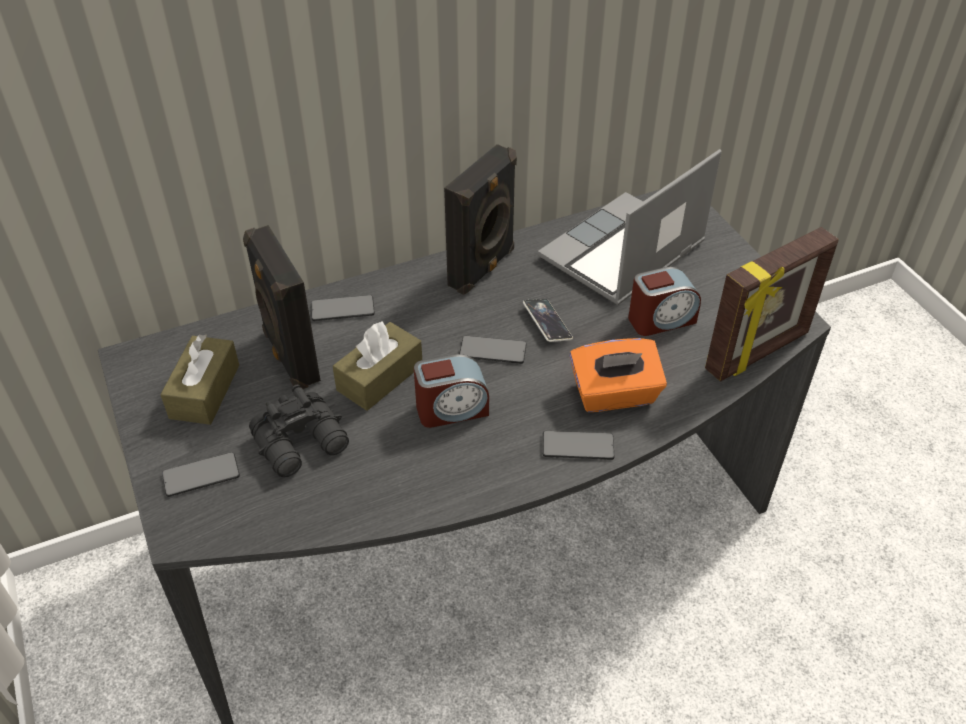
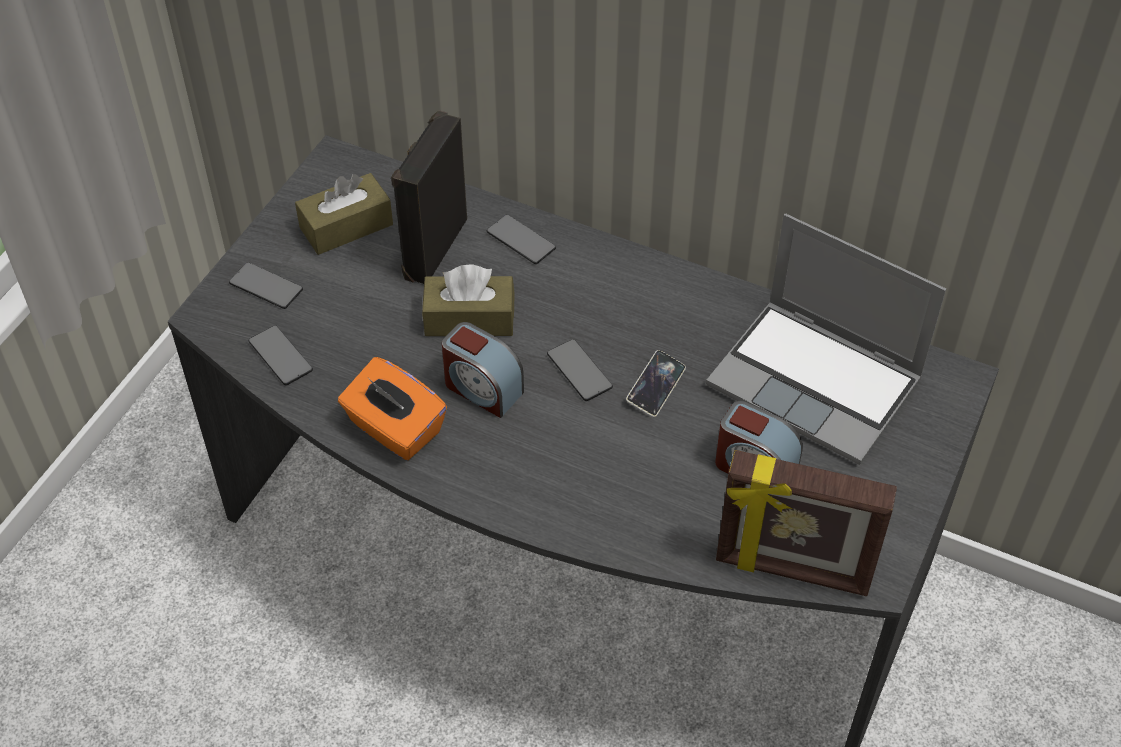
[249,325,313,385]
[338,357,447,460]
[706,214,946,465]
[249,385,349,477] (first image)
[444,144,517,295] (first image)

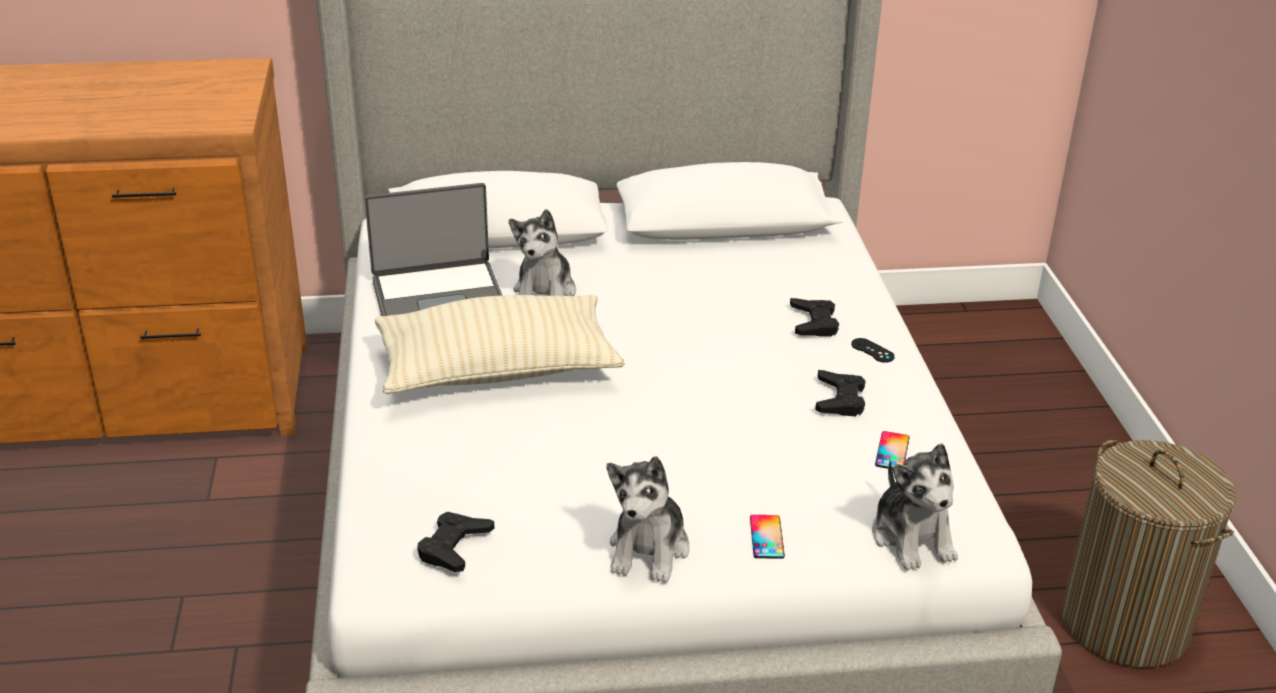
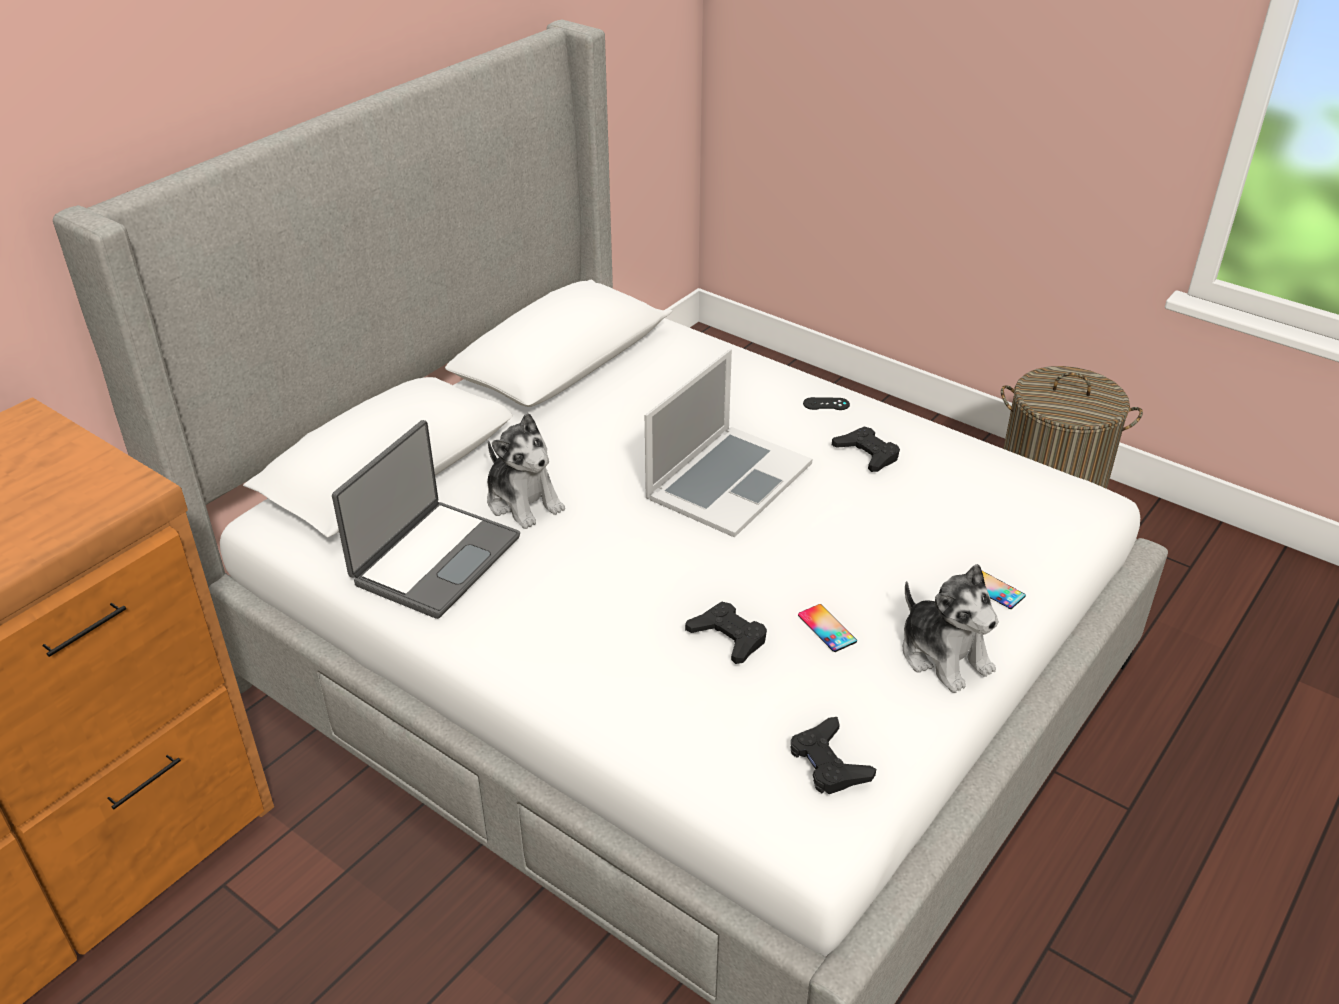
[645,349,812,538]
[685,602,767,664]
[798,604,857,652]
[375,294,625,394] (first image)
[872,443,958,571] (first image)

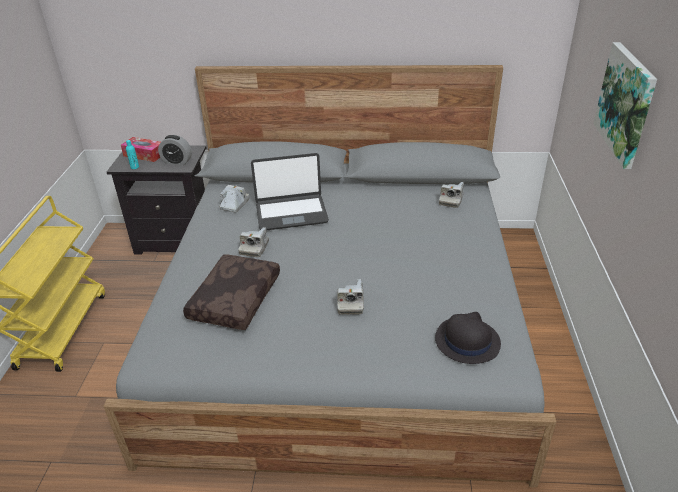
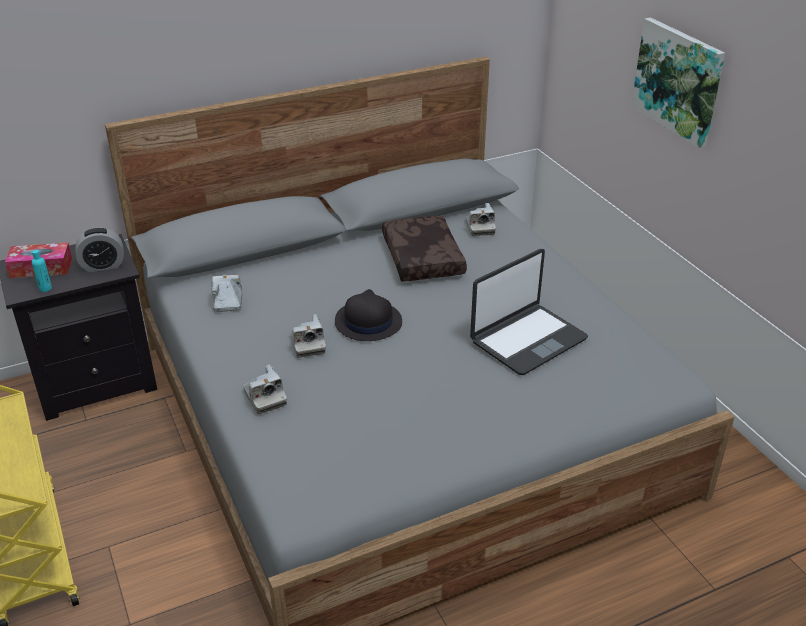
[243,365,287,414]
[335,289,402,341]
[382,216,467,281]
[470,249,588,375]

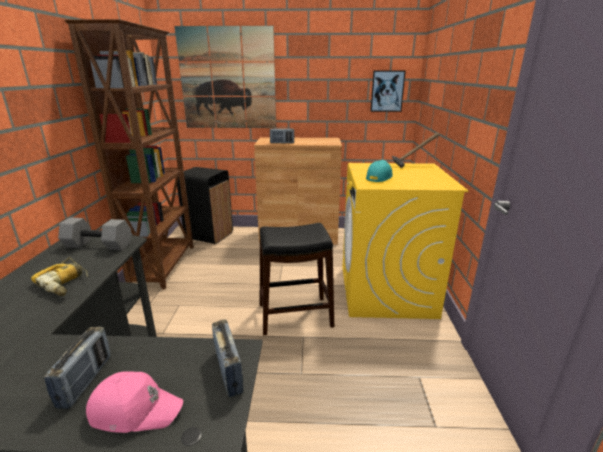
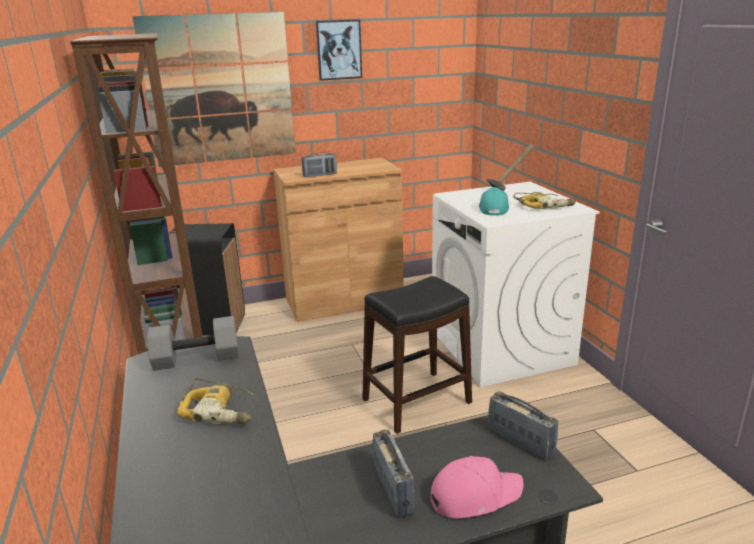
[316,20,362,81]
[432,182,600,387]
[513,192,576,209]

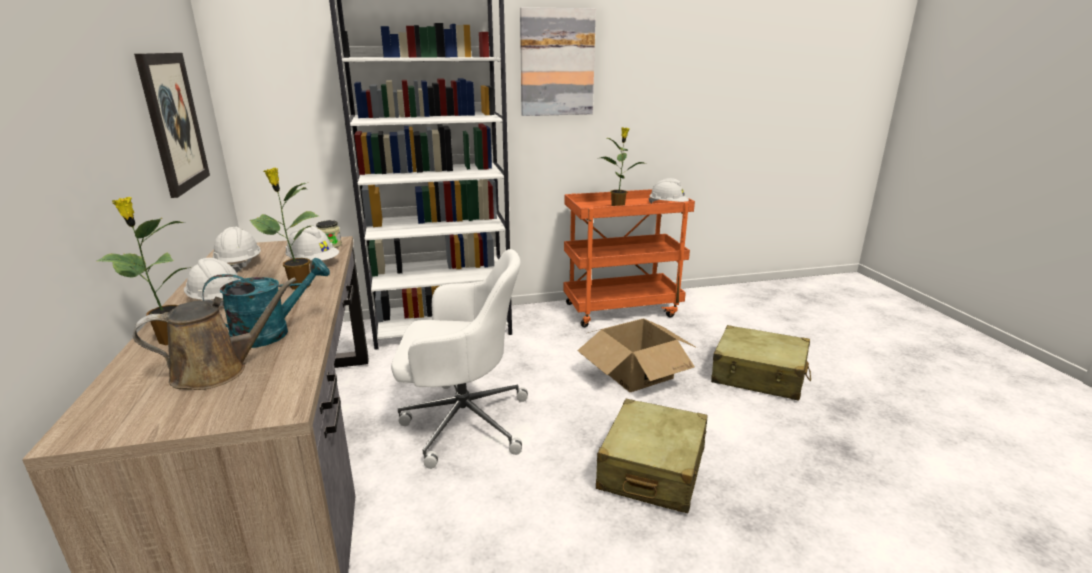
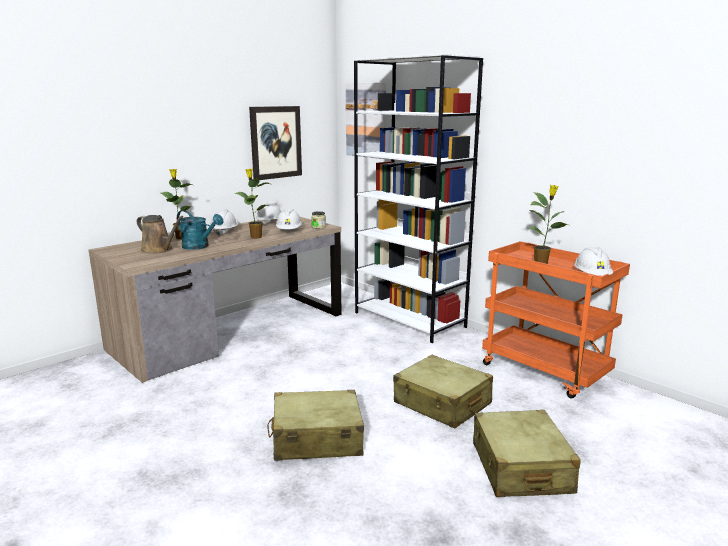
[346,83,386,159]
[393,355,493,429]
[391,249,528,469] (first image)

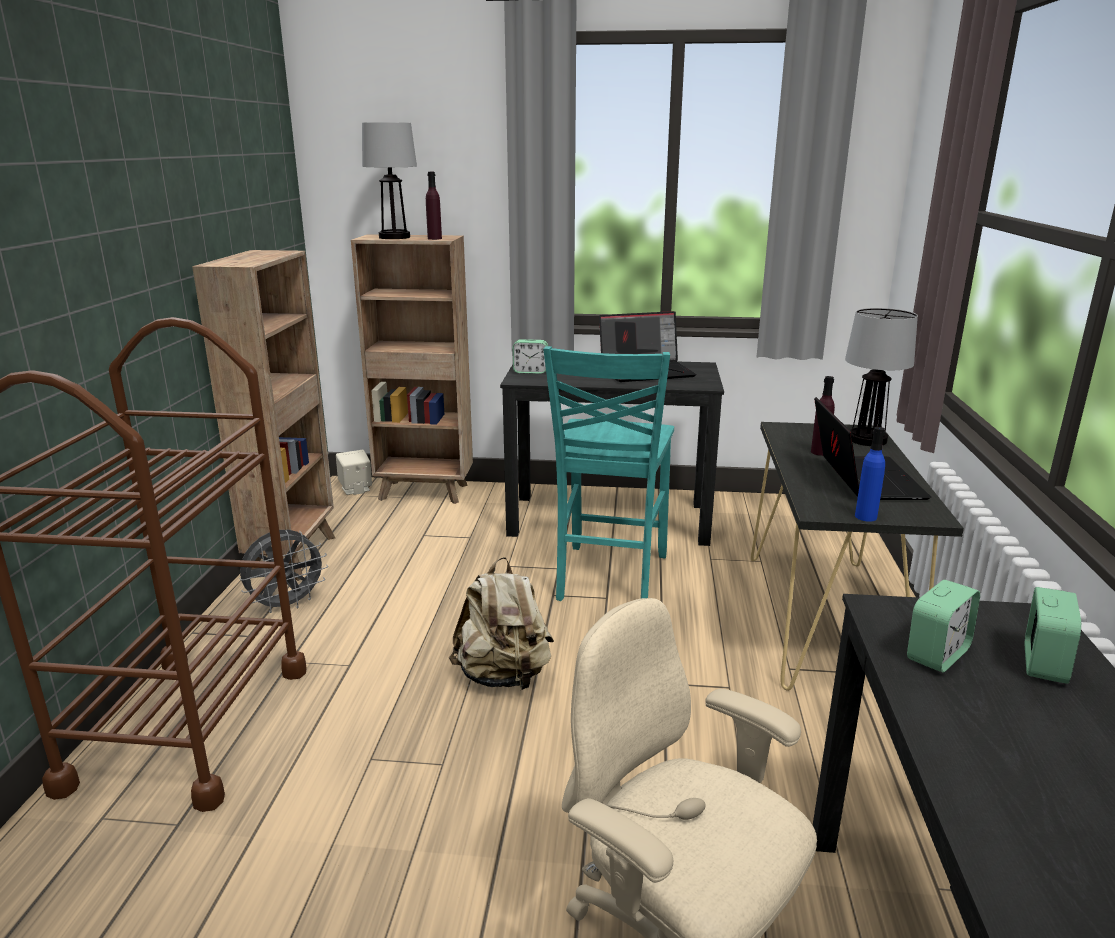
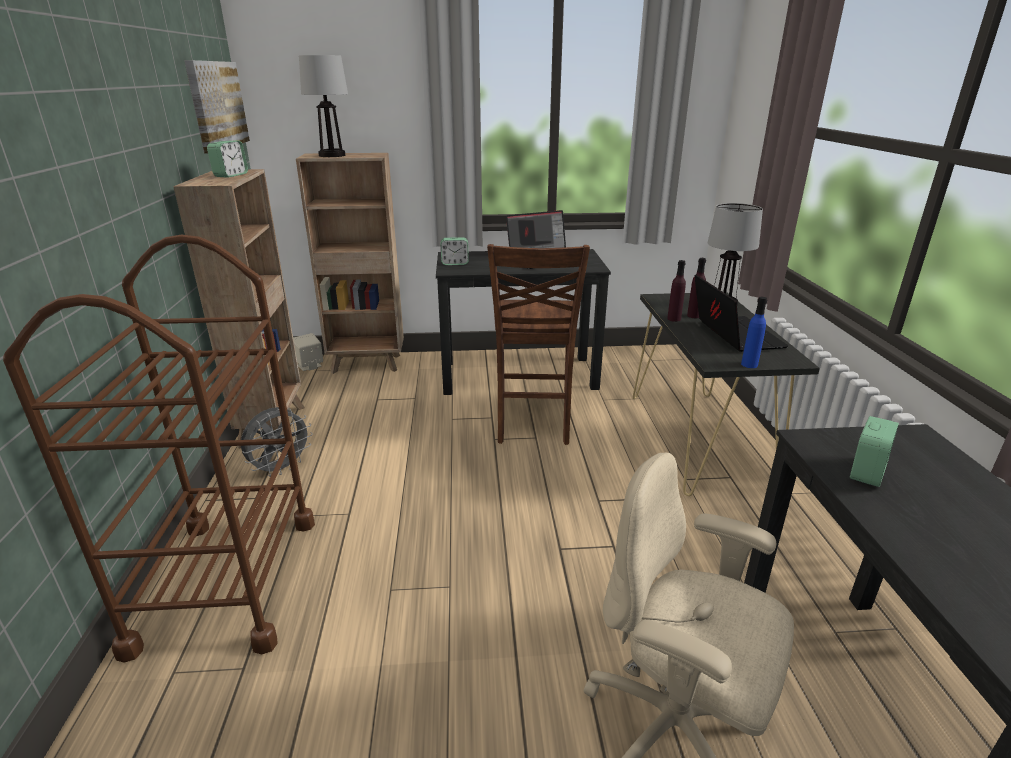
[184,60,250,154]
[207,141,248,178]
[487,244,590,445]
[667,260,686,322]
[449,557,554,690] (first image)

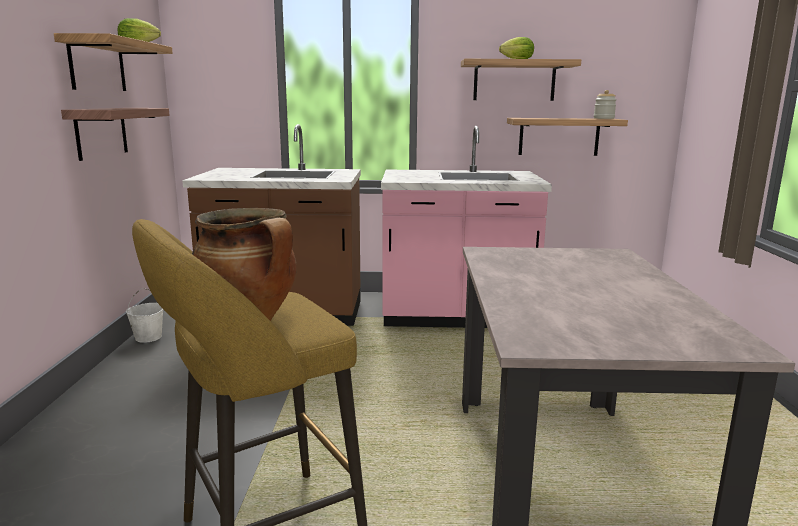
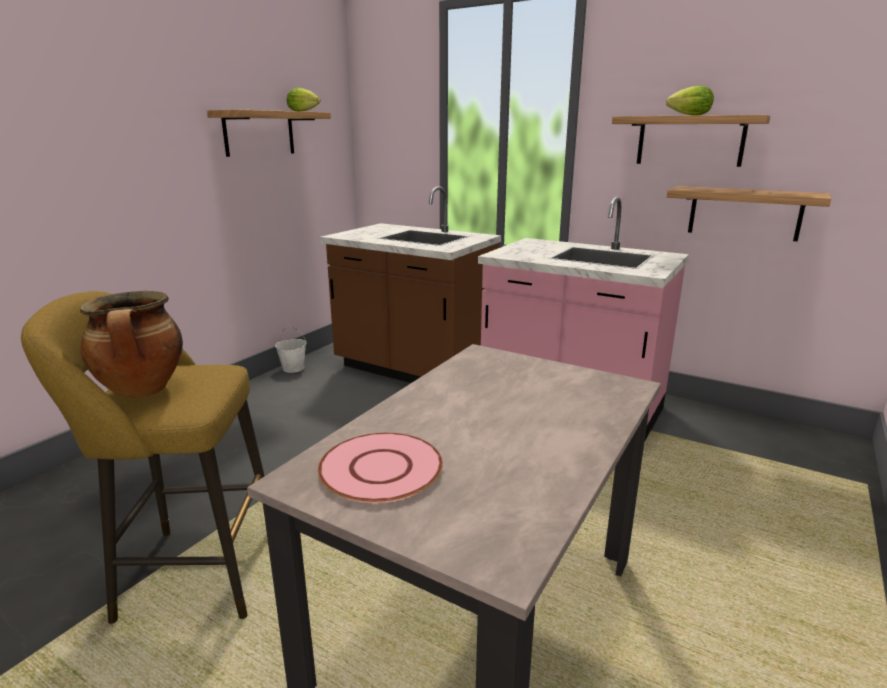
[318,433,443,503]
[61,108,170,161] (first image)
[594,90,617,119] (first image)

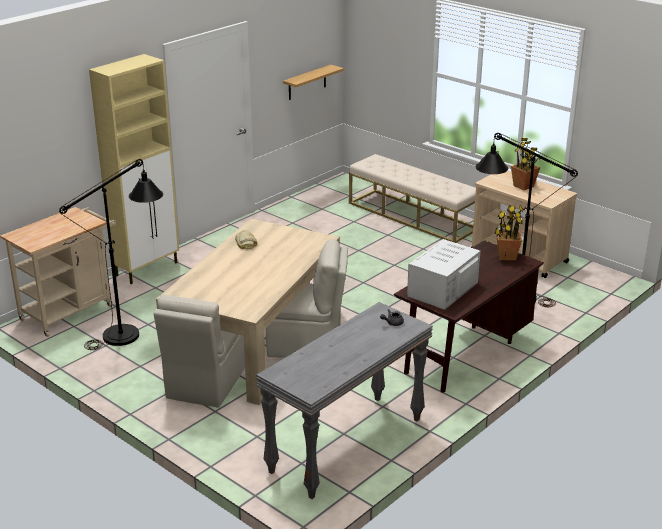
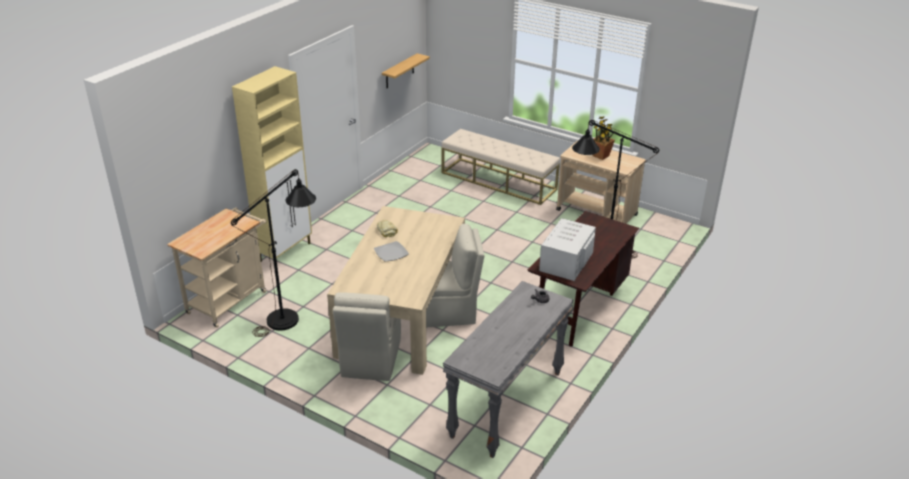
[374,241,409,262]
[494,205,524,261] (first image)

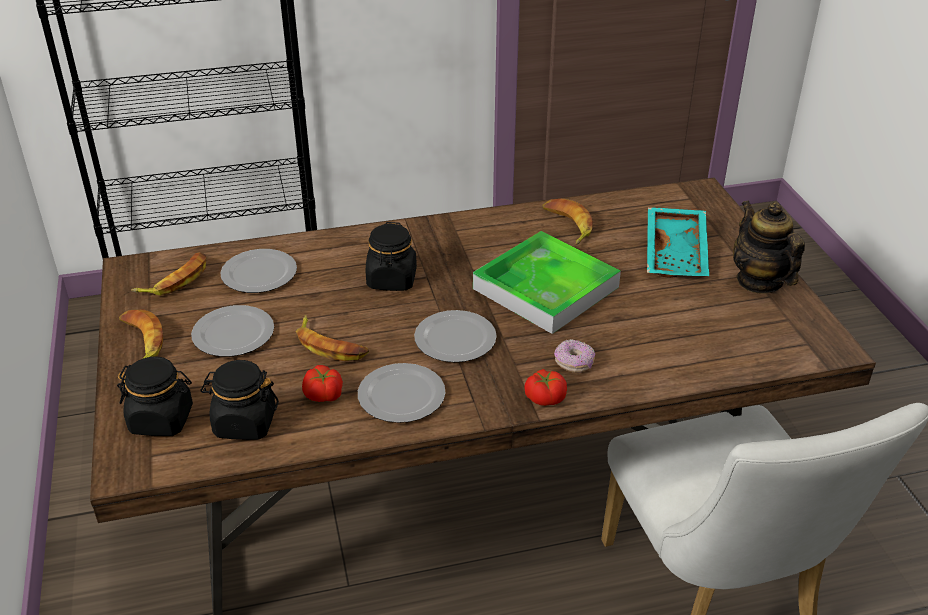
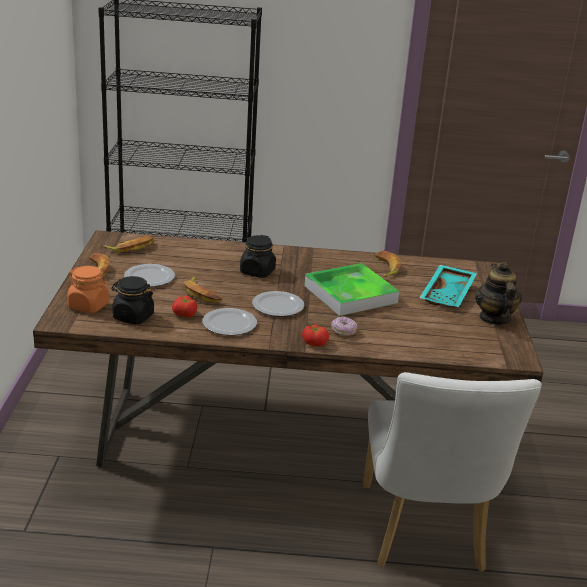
[67,266,109,313]
[220,249,297,293] (first image)

